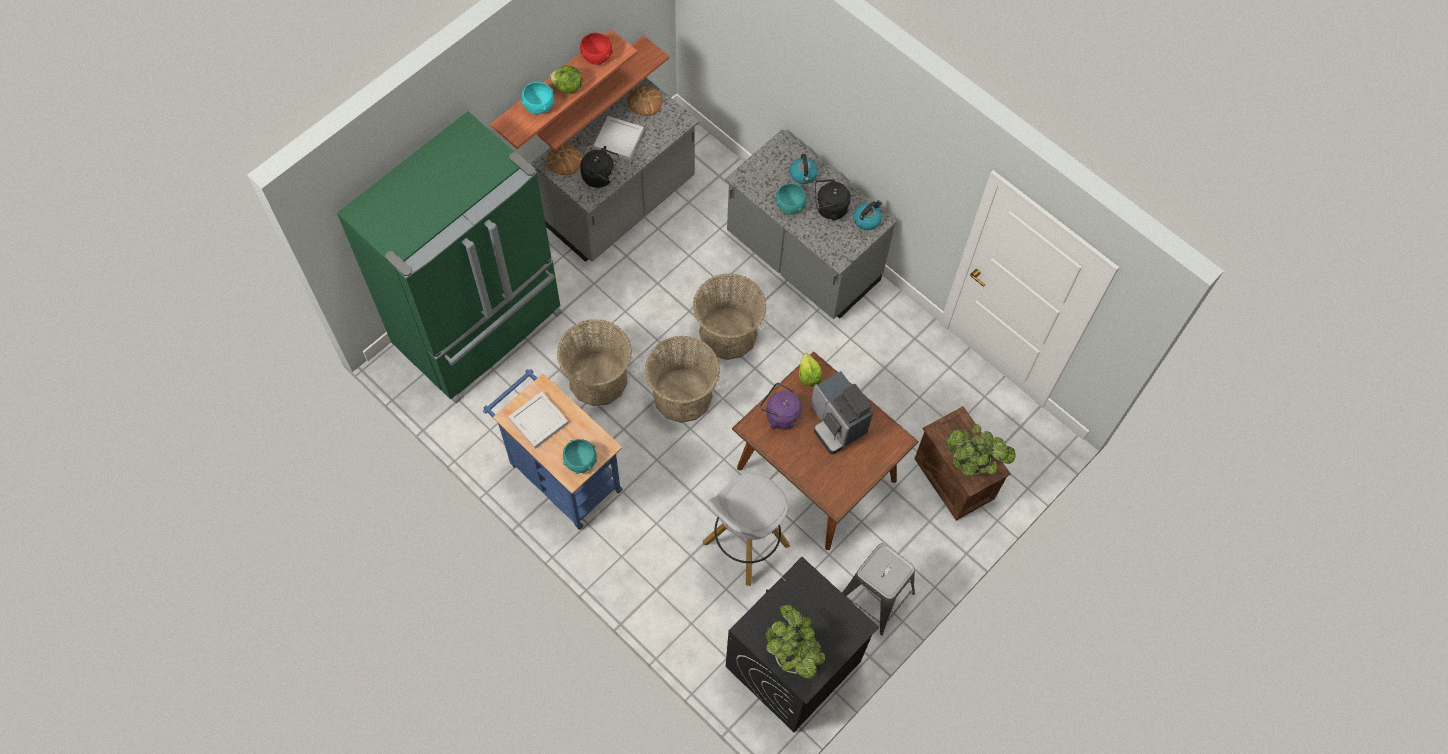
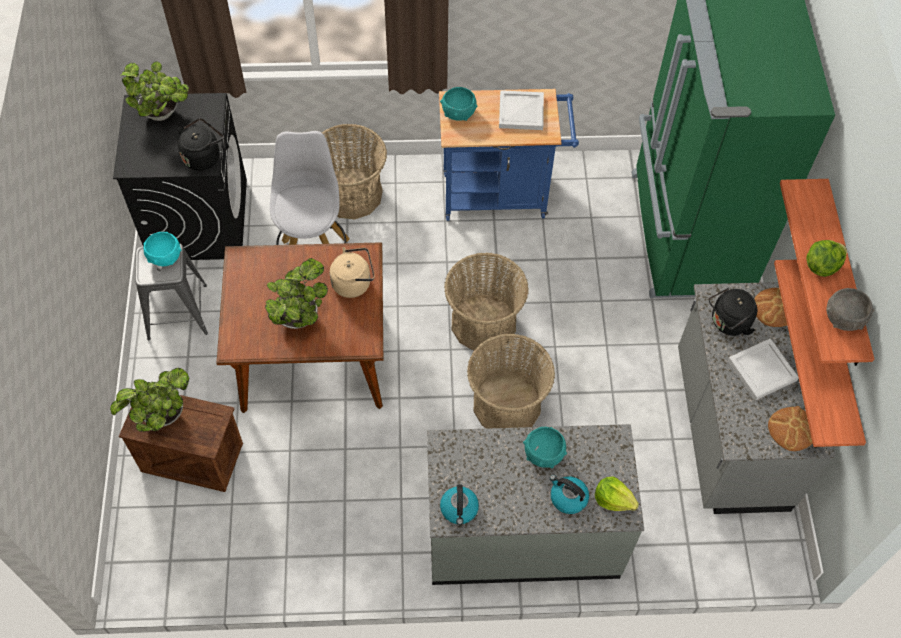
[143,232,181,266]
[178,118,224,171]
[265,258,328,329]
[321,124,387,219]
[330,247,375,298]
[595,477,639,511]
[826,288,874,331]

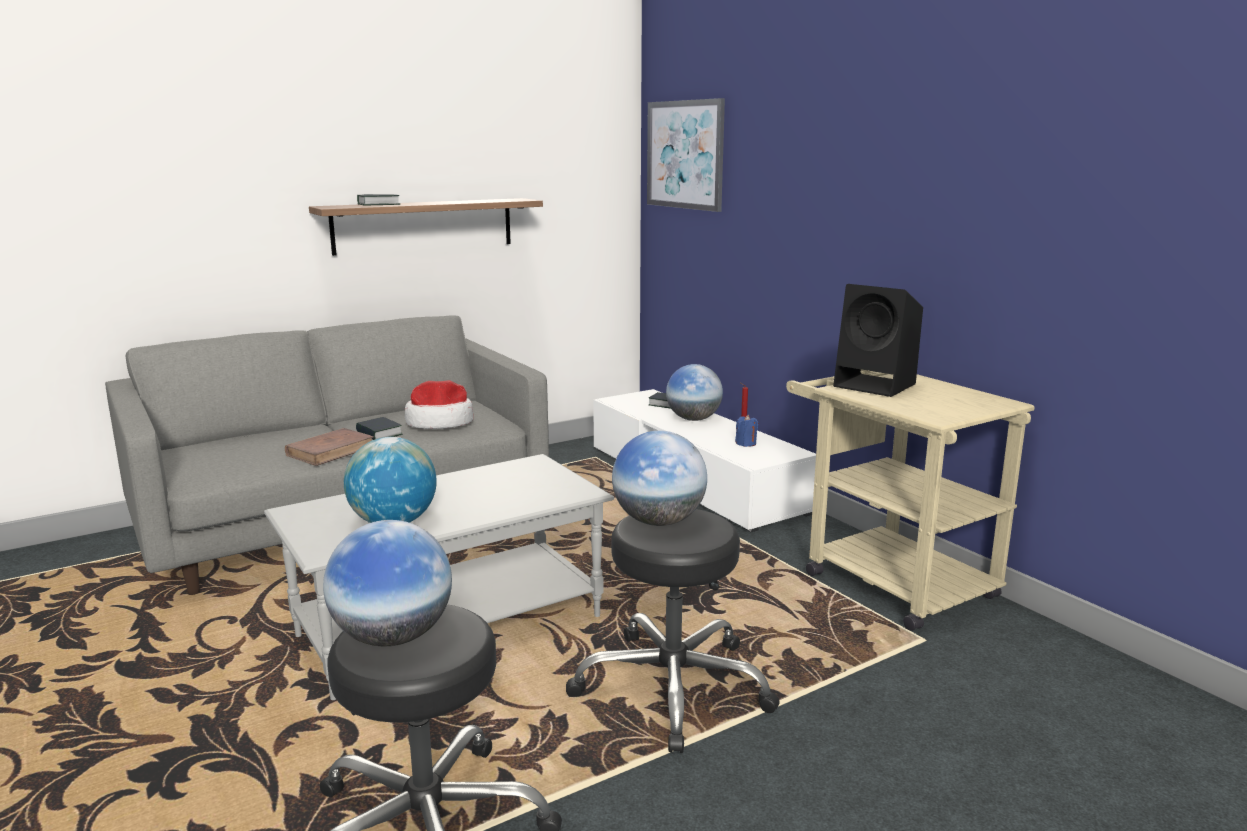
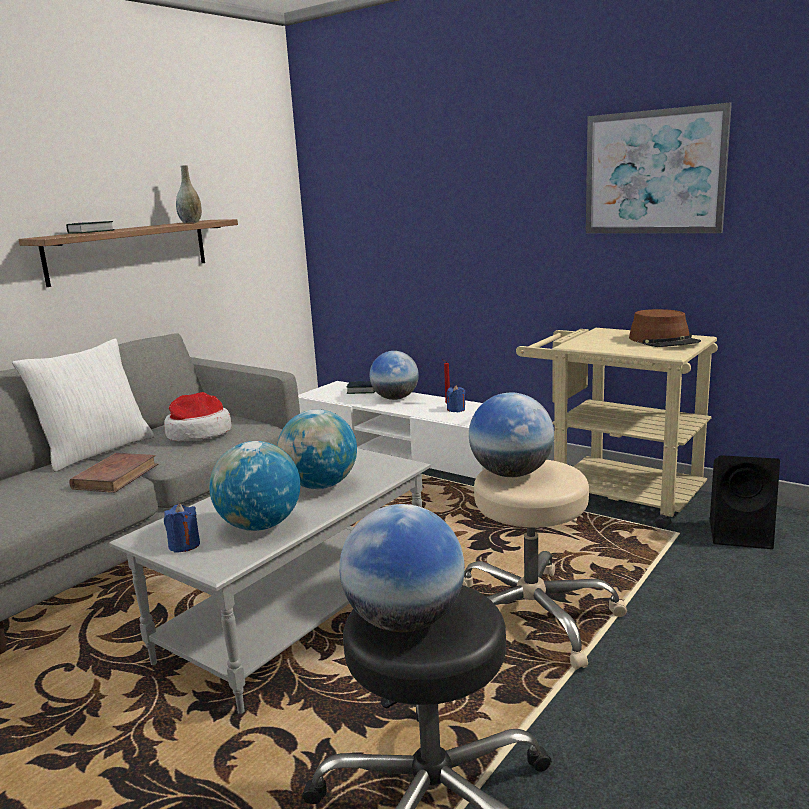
[12,339,155,472]
[164,504,200,553]
[176,165,202,223]
[277,409,357,489]
[463,460,627,670]
[586,103,732,233]
[629,309,701,347]
[710,455,780,549]
[356,417,403,440] (first image)

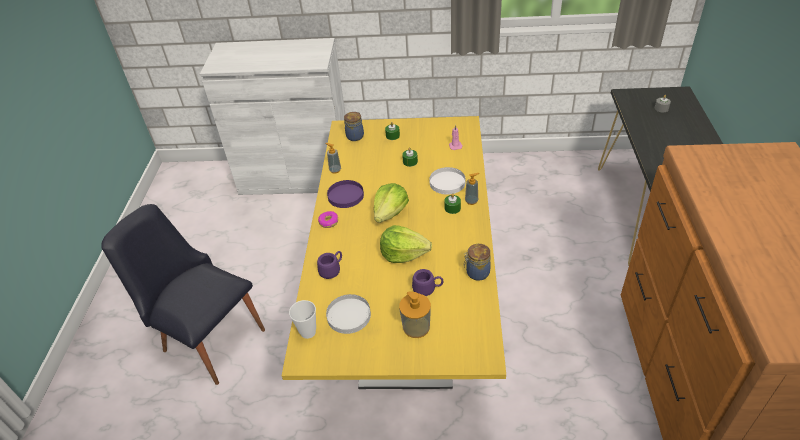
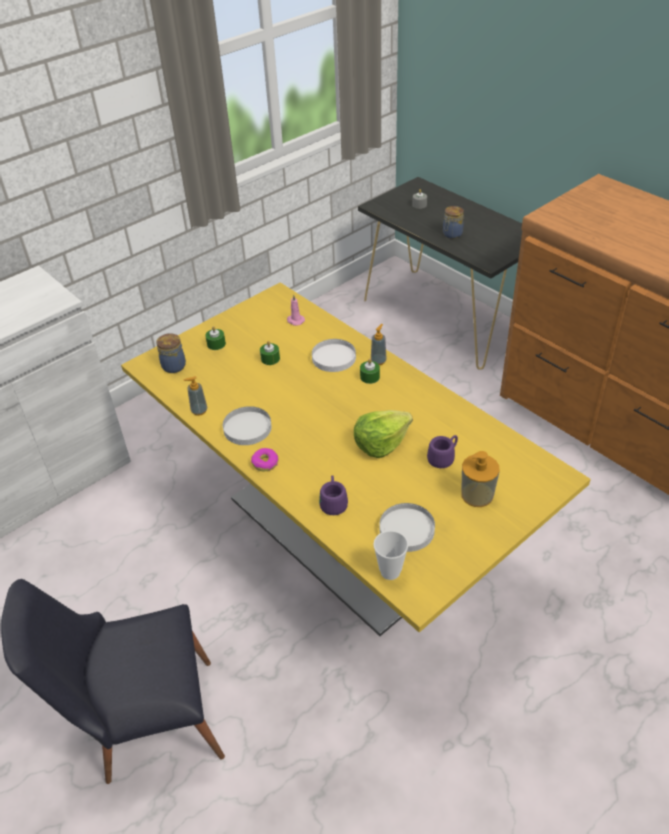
[223,406,272,445]
[443,206,464,239]
[374,183,409,223] (first image)

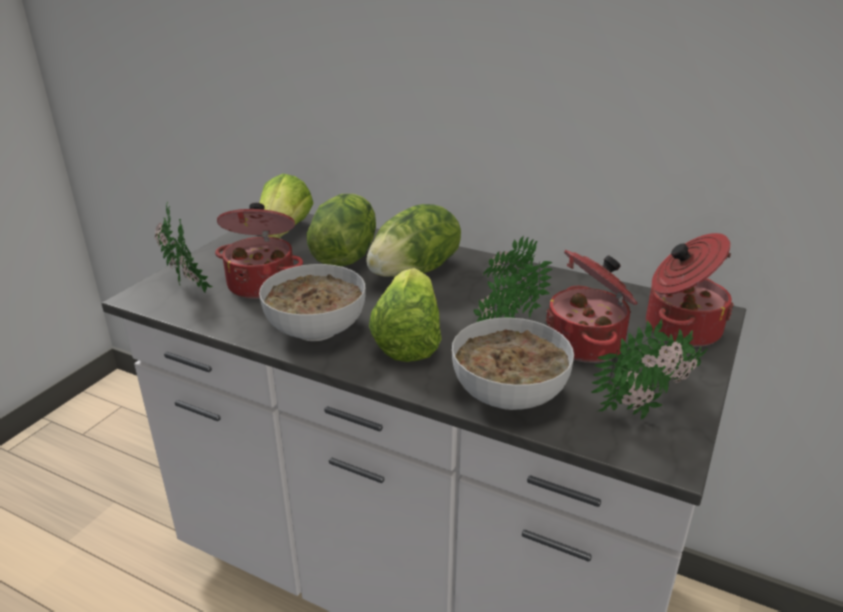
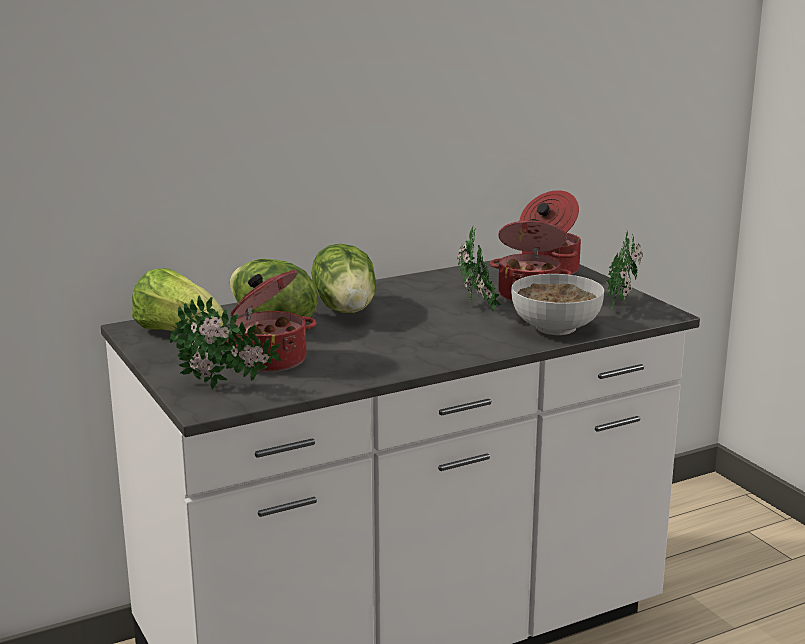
[259,264,366,341] (first image)
[369,268,442,362] (first image)

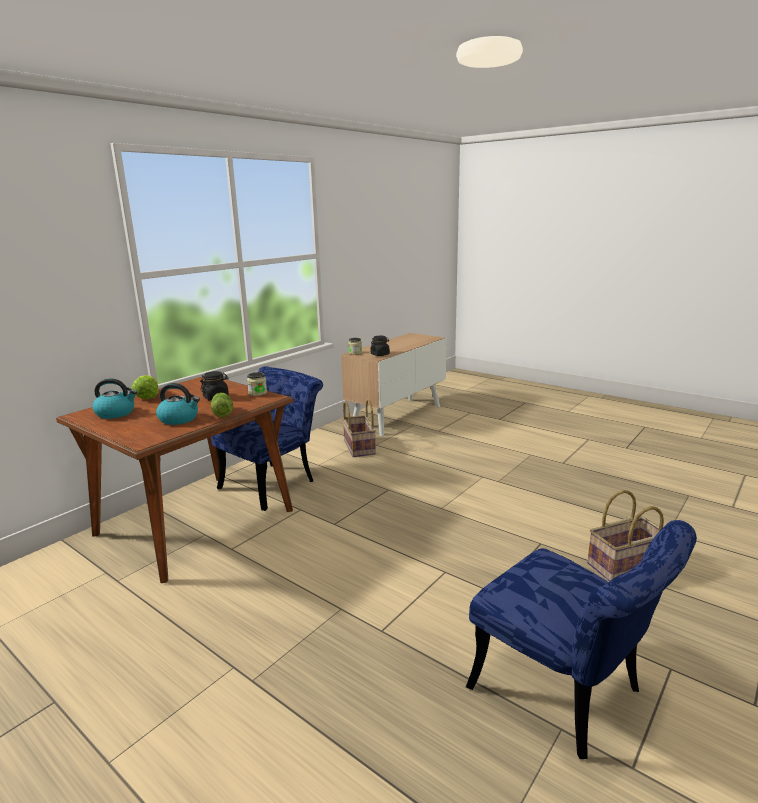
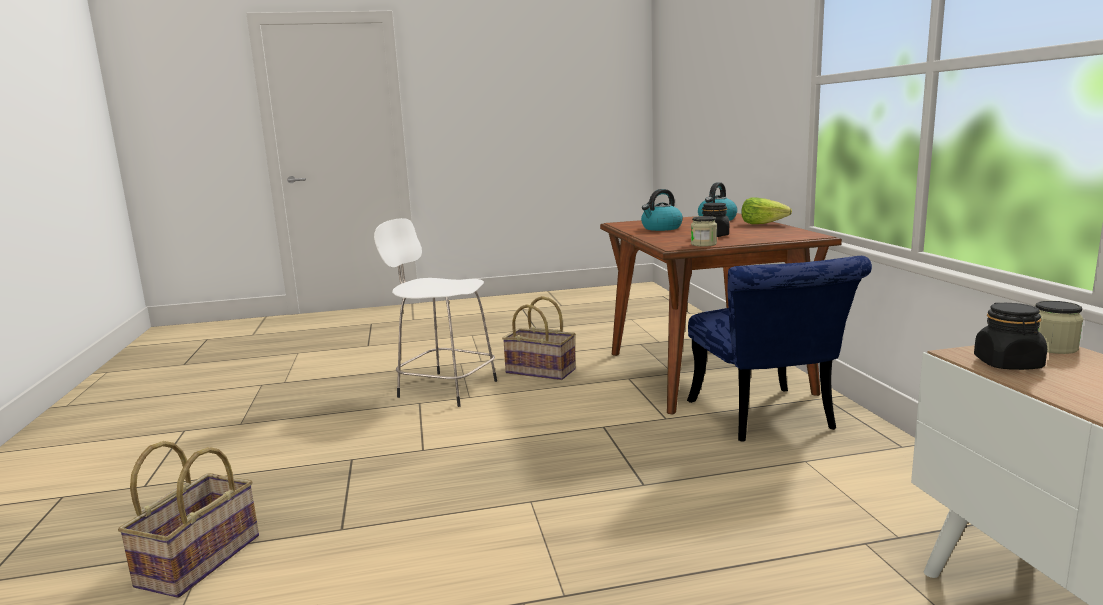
[374,218,497,407]
[502,296,576,380]
[211,393,233,418] (first image)
[466,520,697,759] (first image)

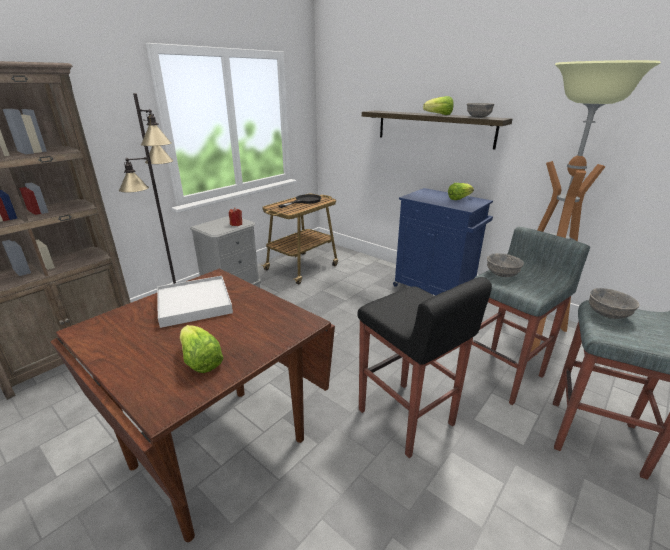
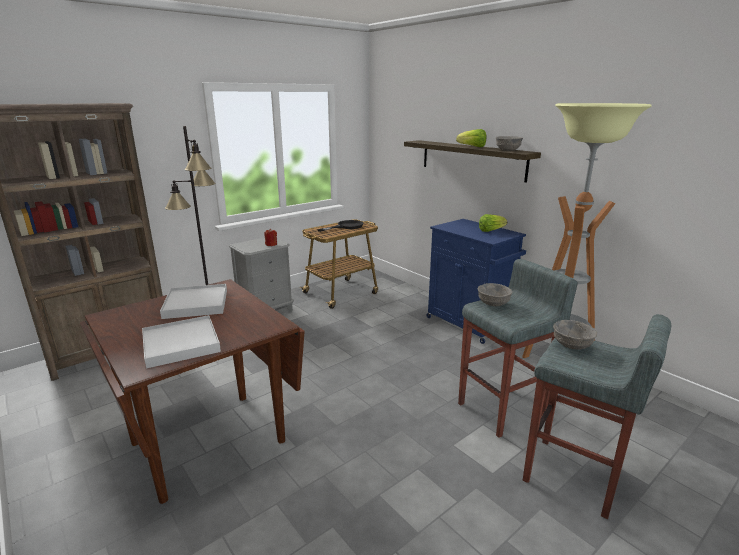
[142,315,221,369]
[358,277,492,458] (first image)

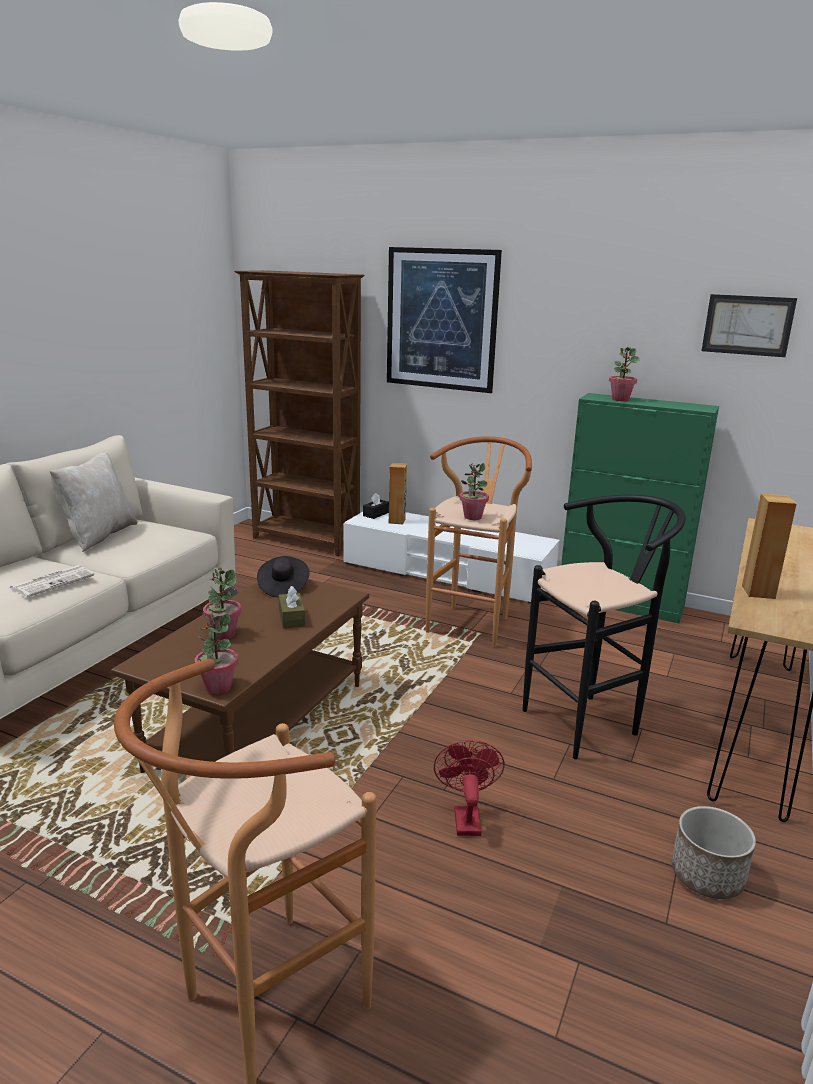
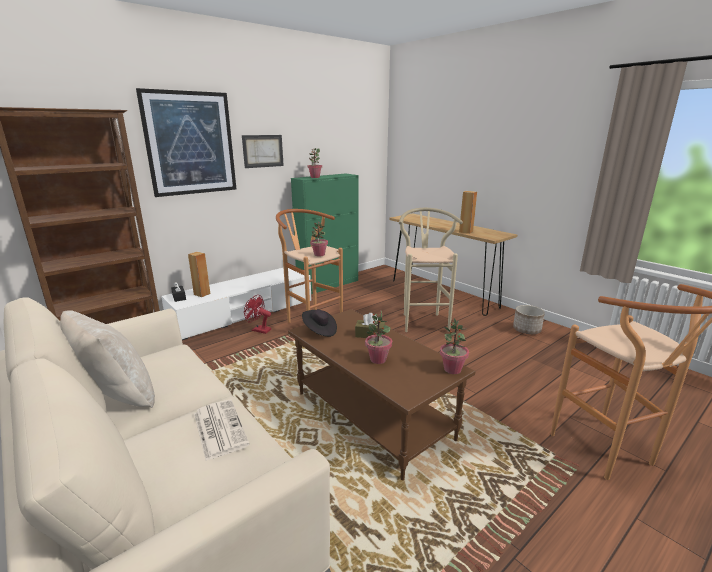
[242,135,284,168]
[244,295,271,334]
[399,208,463,332]

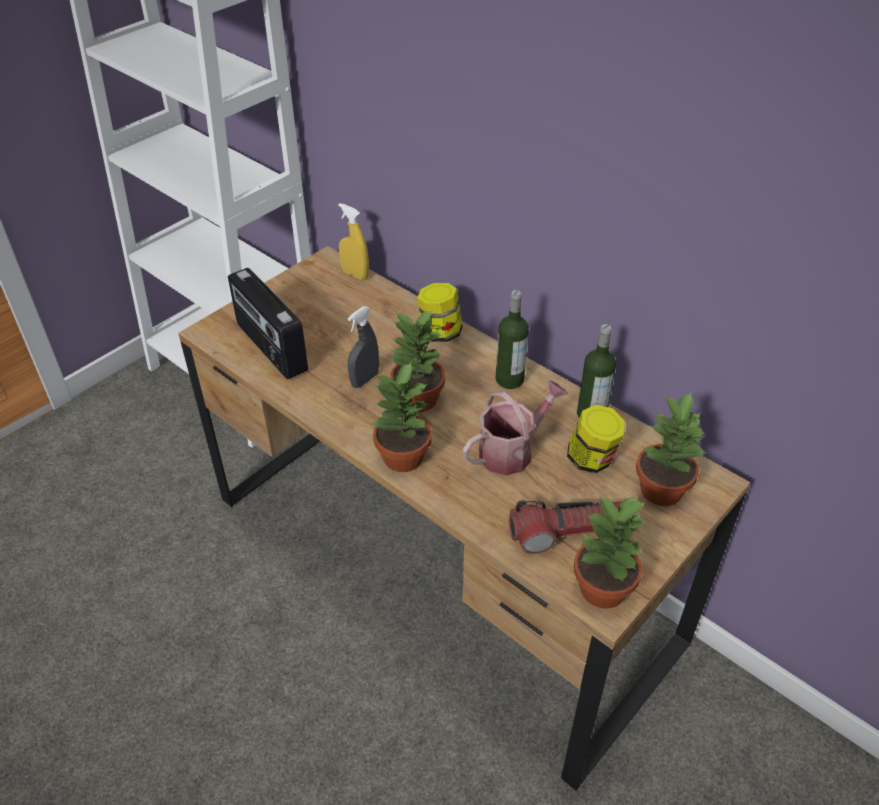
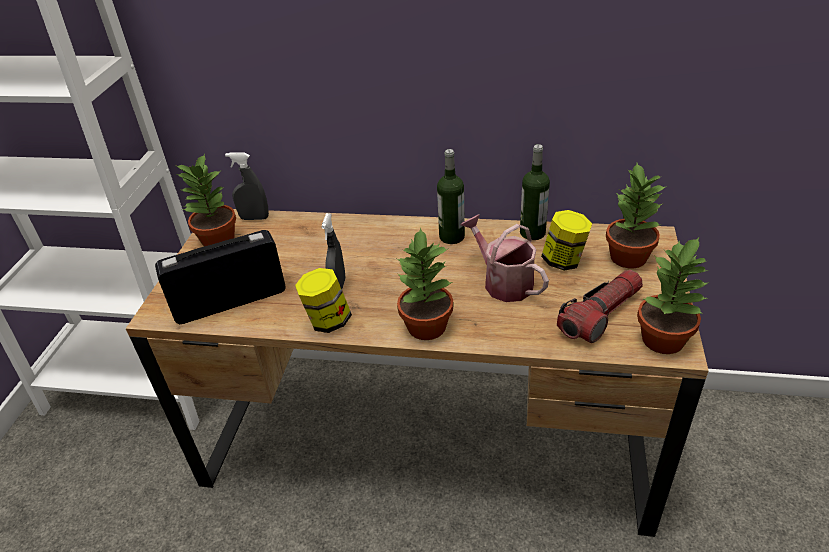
[155,230,286,324]
[176,153,236,246]
[225,152,269,220]
[295,268,352,333]
[461,215,549,302]

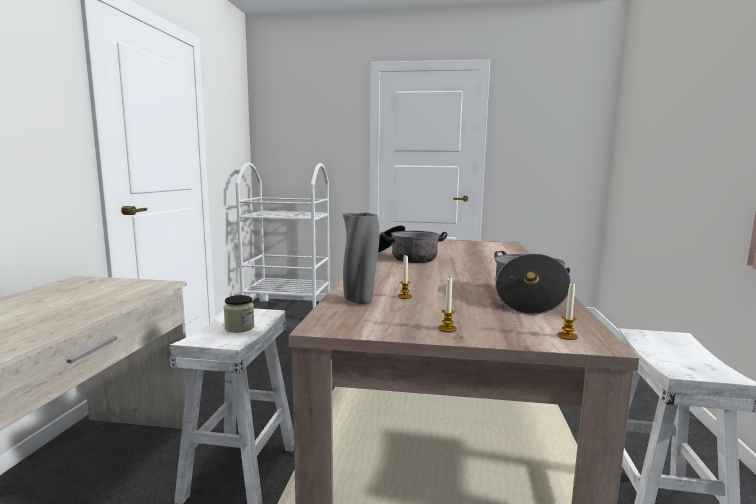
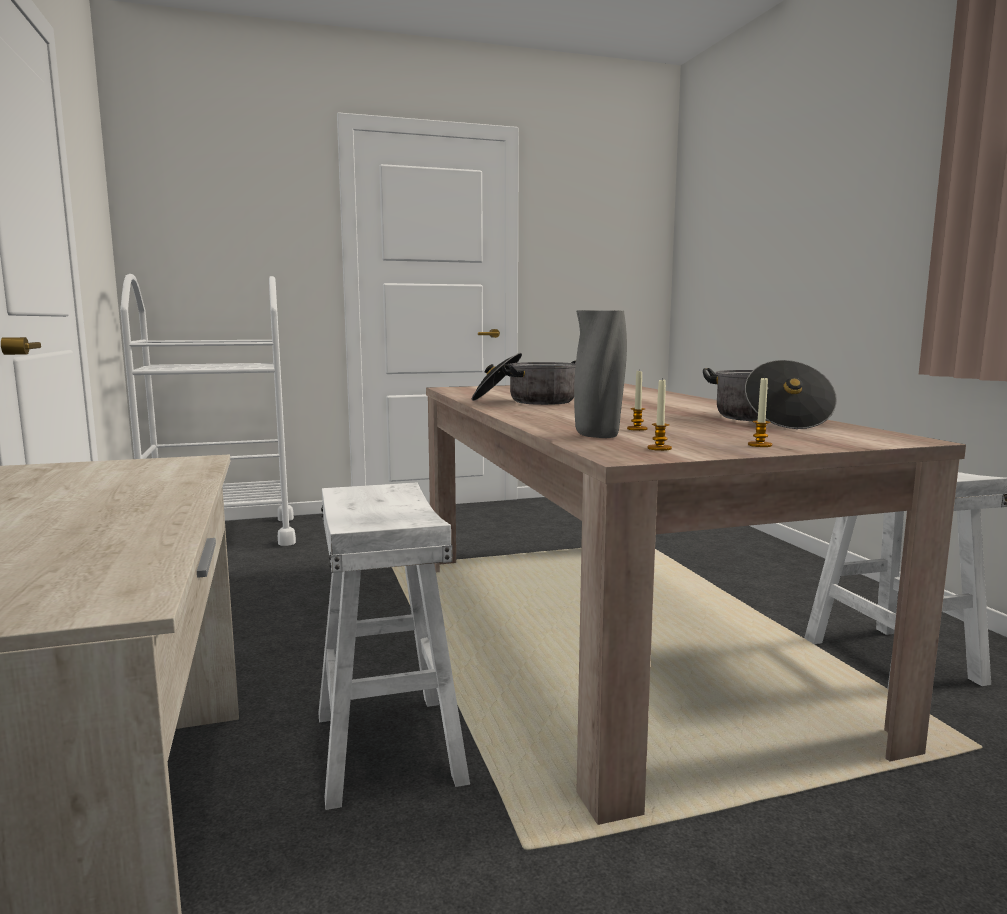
[648,378,672,451]
[224,295,255,333] (first image)

